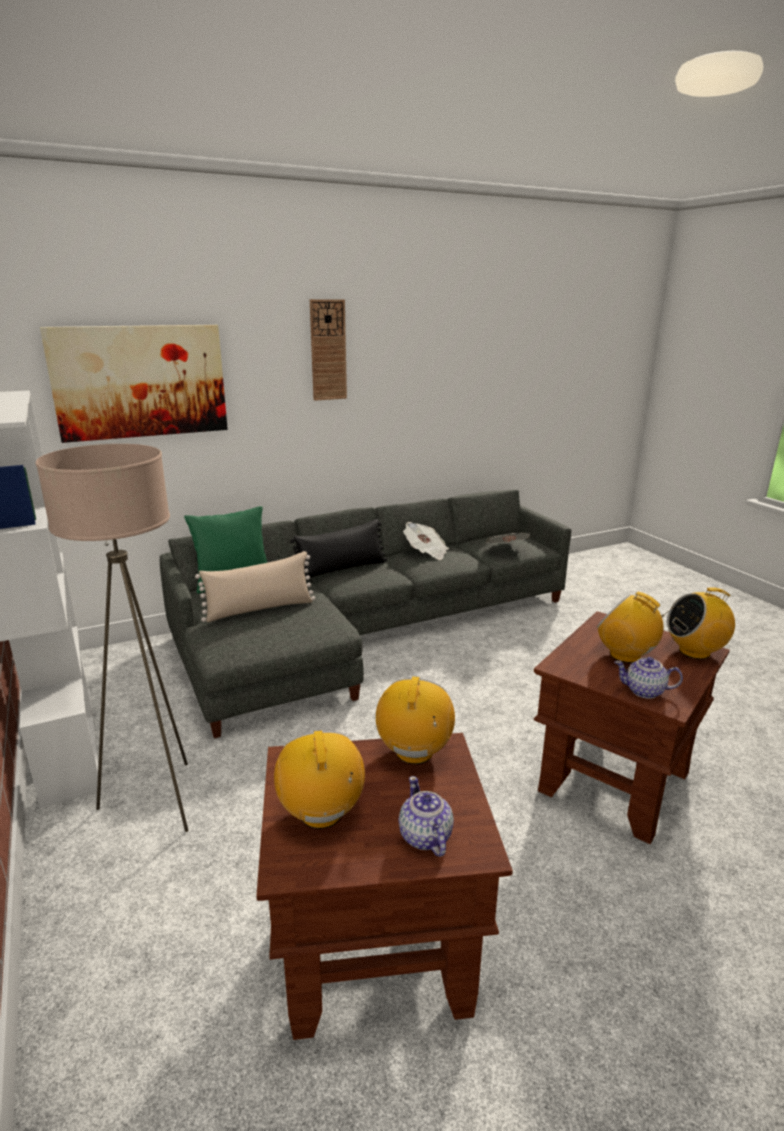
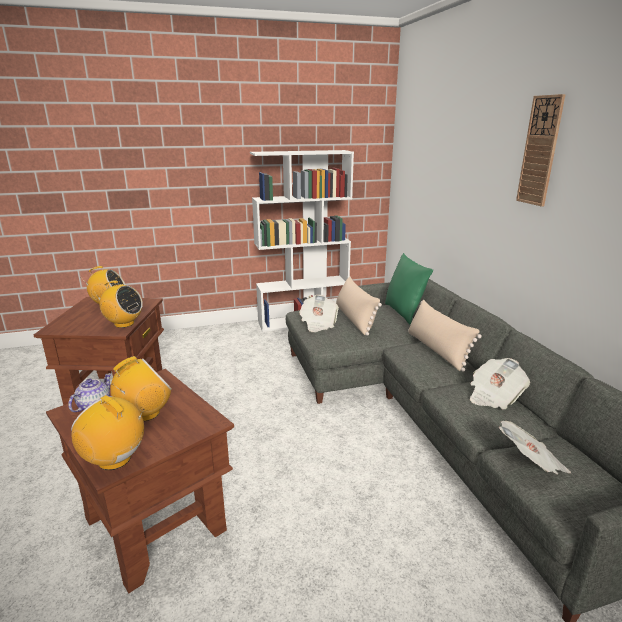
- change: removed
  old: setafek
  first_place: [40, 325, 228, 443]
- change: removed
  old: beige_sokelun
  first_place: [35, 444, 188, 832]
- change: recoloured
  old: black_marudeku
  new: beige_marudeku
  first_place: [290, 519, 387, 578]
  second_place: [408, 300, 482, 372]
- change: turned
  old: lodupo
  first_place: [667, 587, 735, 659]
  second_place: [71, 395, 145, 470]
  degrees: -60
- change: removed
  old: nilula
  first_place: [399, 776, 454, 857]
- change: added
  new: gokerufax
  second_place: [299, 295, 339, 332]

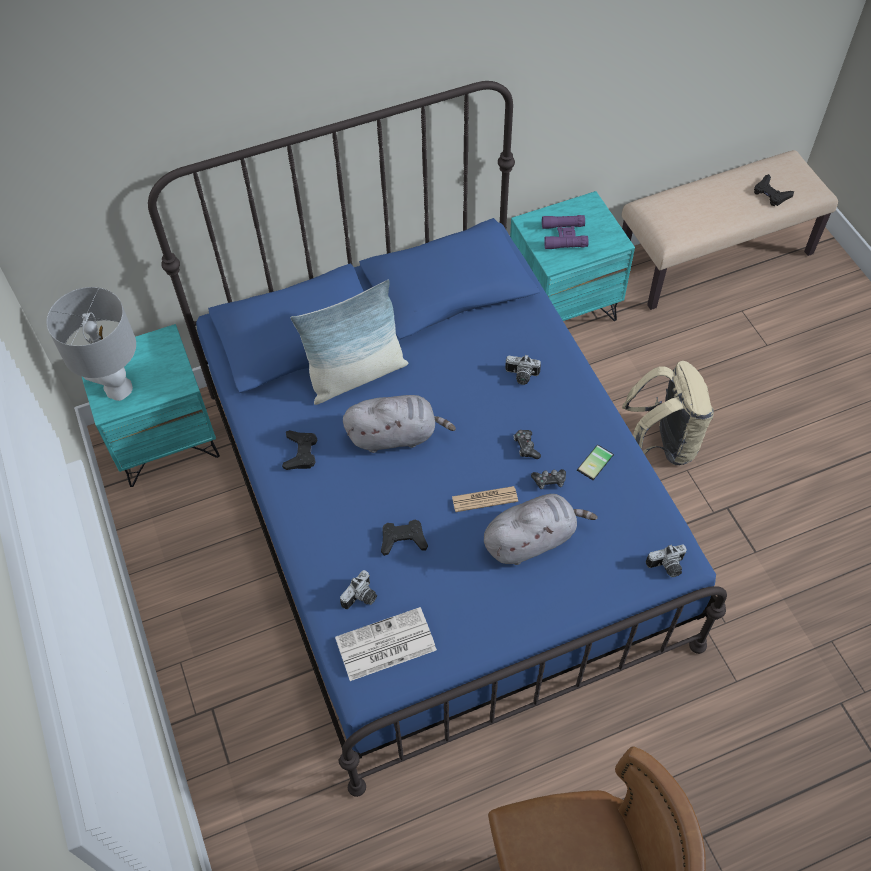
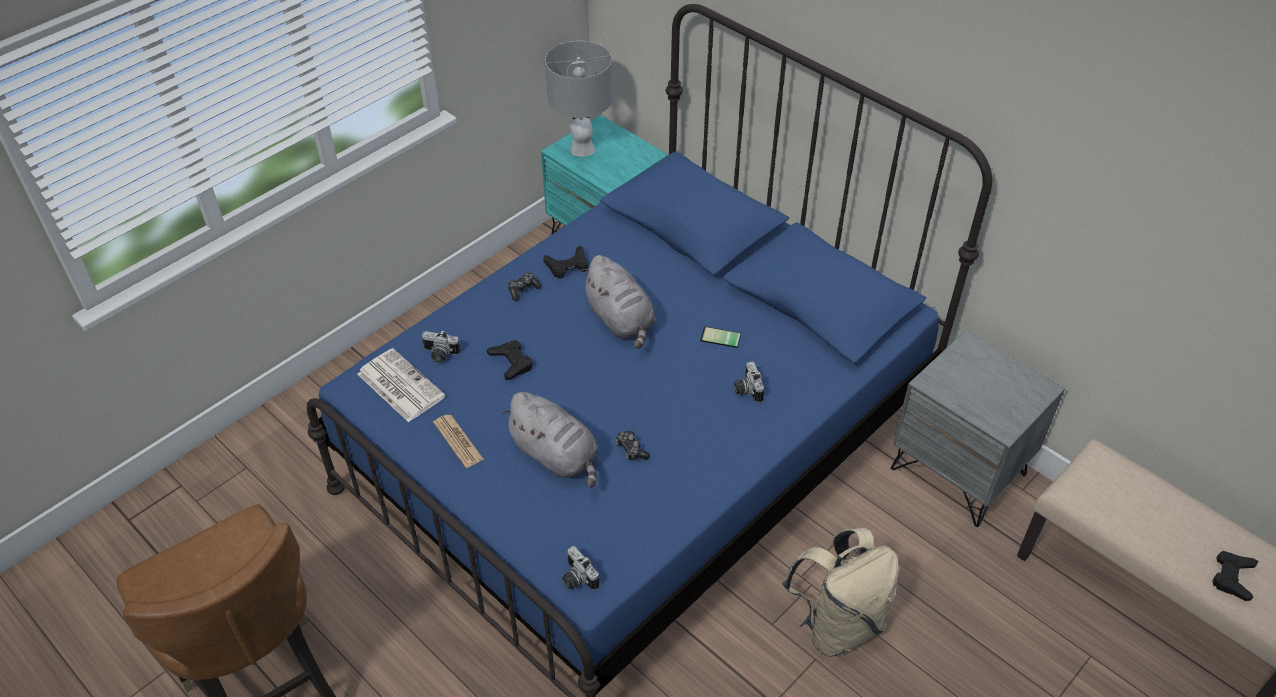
- change: recoloured
  old: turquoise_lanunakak
  new: grey_lanunakak
  first_place: [510, 191, 635, 321]
  second_place: [891, 330, 1065, 527]
- change: removed
  old: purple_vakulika
  first_place: [542, 215, 589, 250]
- change: removed
  old: marudeku
  first_place: [291, 280, 408, 405]
- change: moved
  old: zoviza
  first_place: [514, 430, 541, 459]
  second_place: [508, 273, 542, 301]
- change: moved
  old: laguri
  first_place: [577, 444, 614, 480]
  second_place: [700, 326, 741, 348]
- change: moved
  old: gokerufax
  first_place: [452, 486, 518, 512]
  second_place: [433, 415, 484, 468]

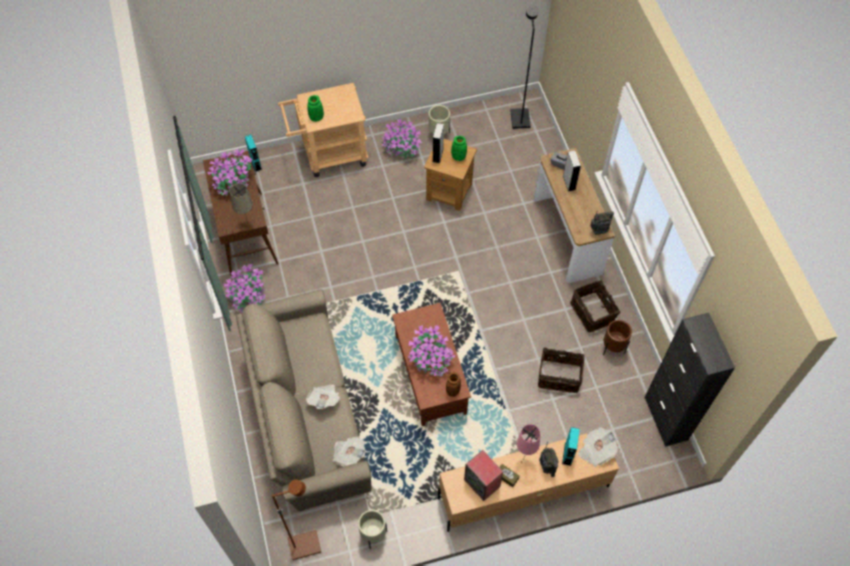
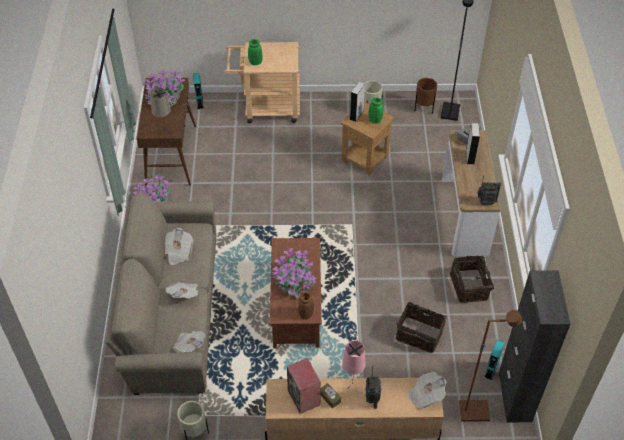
- change: removed
  old: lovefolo
  first_place: [382, 119, 422, 159]
- change: moved
  old: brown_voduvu
  first_place: [603, 320, 632, 355]
  second_place: [414, 78, 437, 114]
- change: moved
  old: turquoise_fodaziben
  first_place: [562, 427, 580, 466]
  second_place: [484, 340, 505, 381]
- change: moved
  old: brown_sokelun
  first_place: [272, 479, 321, 560]
  second_place: [459, 310, 522, 422]
- change: added
  new: gokerufax
  second_place: [165, 228, 194, 265]

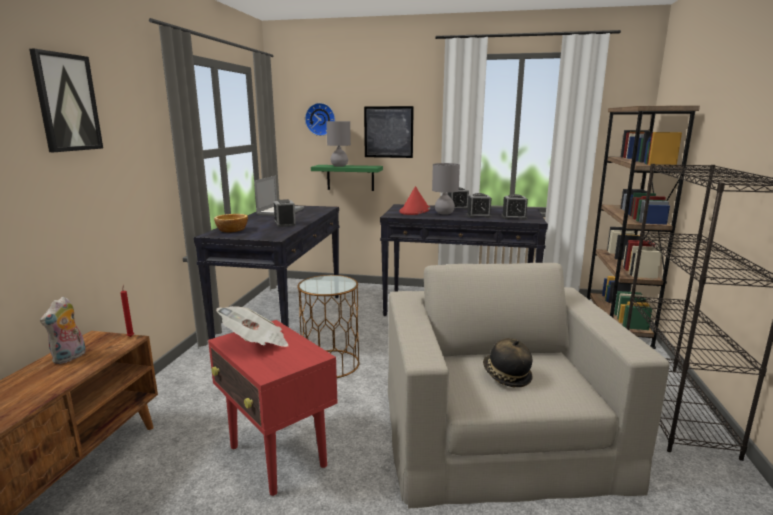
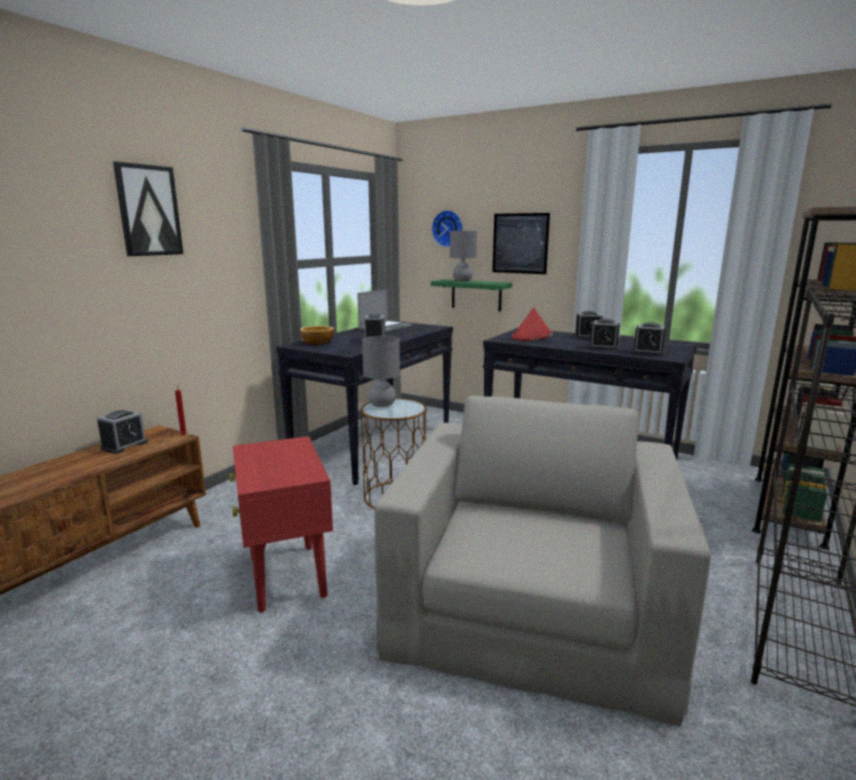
- change: moved
  old: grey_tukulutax
  first_place: [432, 163, 460, 215]
  second_place: [362, 336, 400, 407]
- change: replaced
  old: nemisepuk
  new: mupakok
  first_place: [40, 297, 86, 364]
  second_place: [97, 410, 148, 454]
- change: removed
  old: gokerufax
  first_place: [216, 306, 289, 347]
- change: removed
  old: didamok
  first_place: [483, 338, 533, 387]

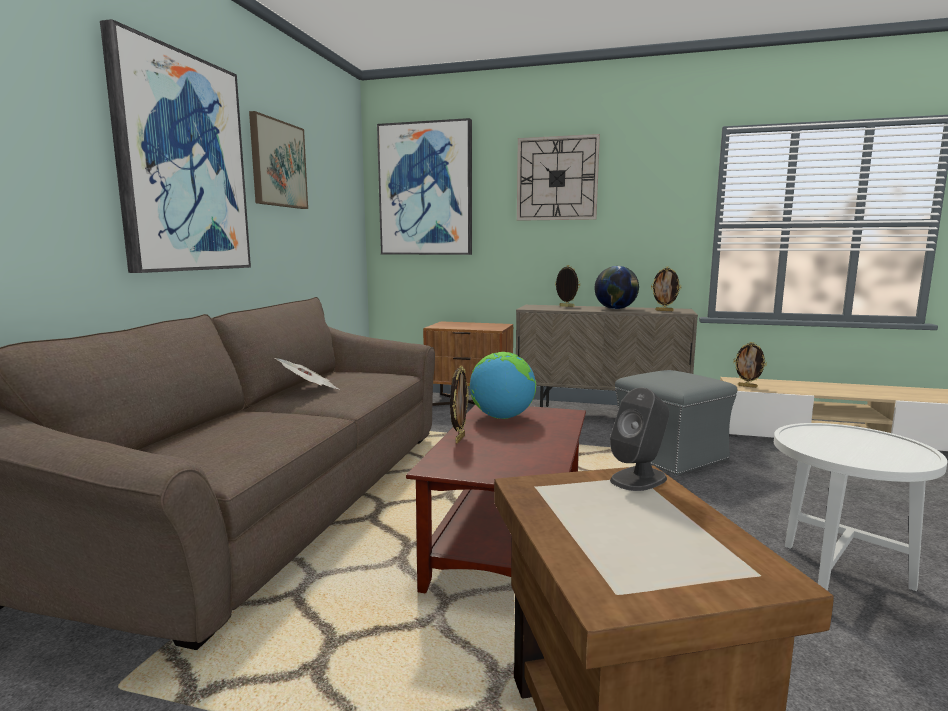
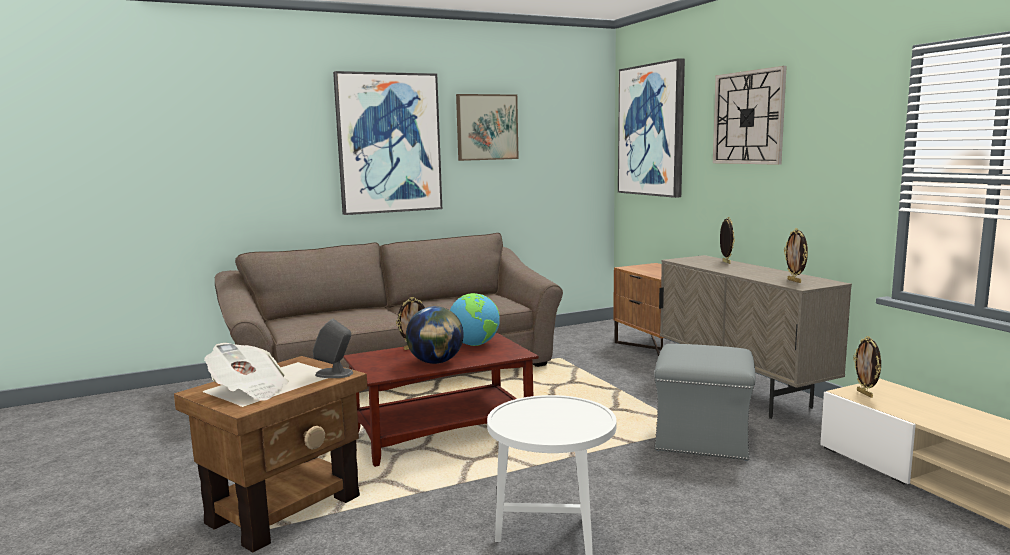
- change: moved
  old: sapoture
  first_place: [595, 266, 639, 309]
  second_place: [406, 306, 464, 364]
- change: moved
  old: gokerufax
  first_place: [275, 358, 341, 390]
  second_place: [204, 343, 289, 401]

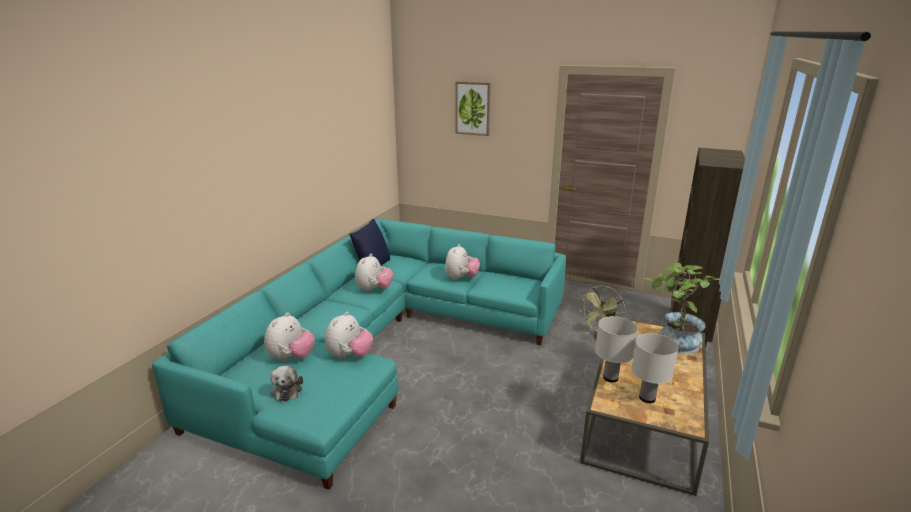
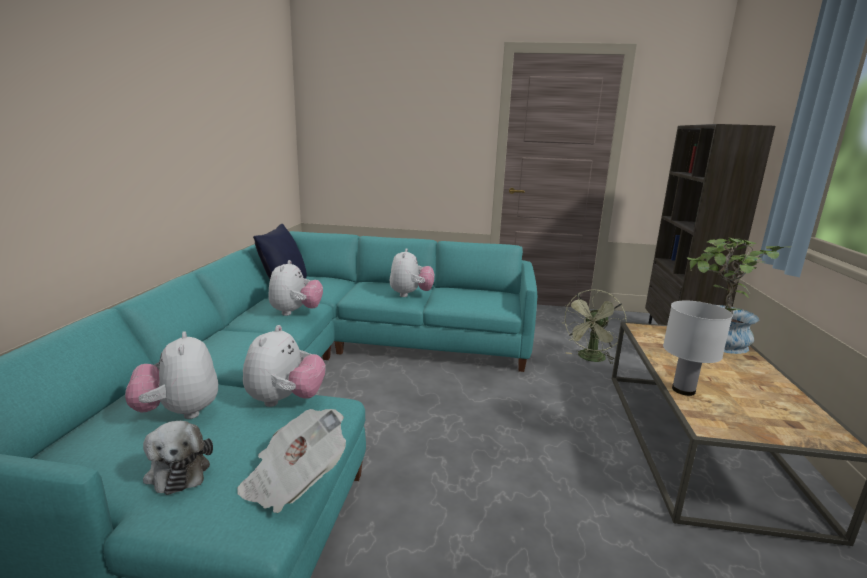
- change: removed
  old: setafek
  first_place: [456, 81, 491, 136]
- change: turned
  old: nemisepuk
  first_place: [264, 312, 315, 361]
  second_place: [125, 331, 218, 419]
  degrees: 150
- change: removed
  old: white_tukulutax
  first_place: [631, 333, 678, 403]
- change: added
  new: gokerufax
  second_place: [237, 409, 346, 513]

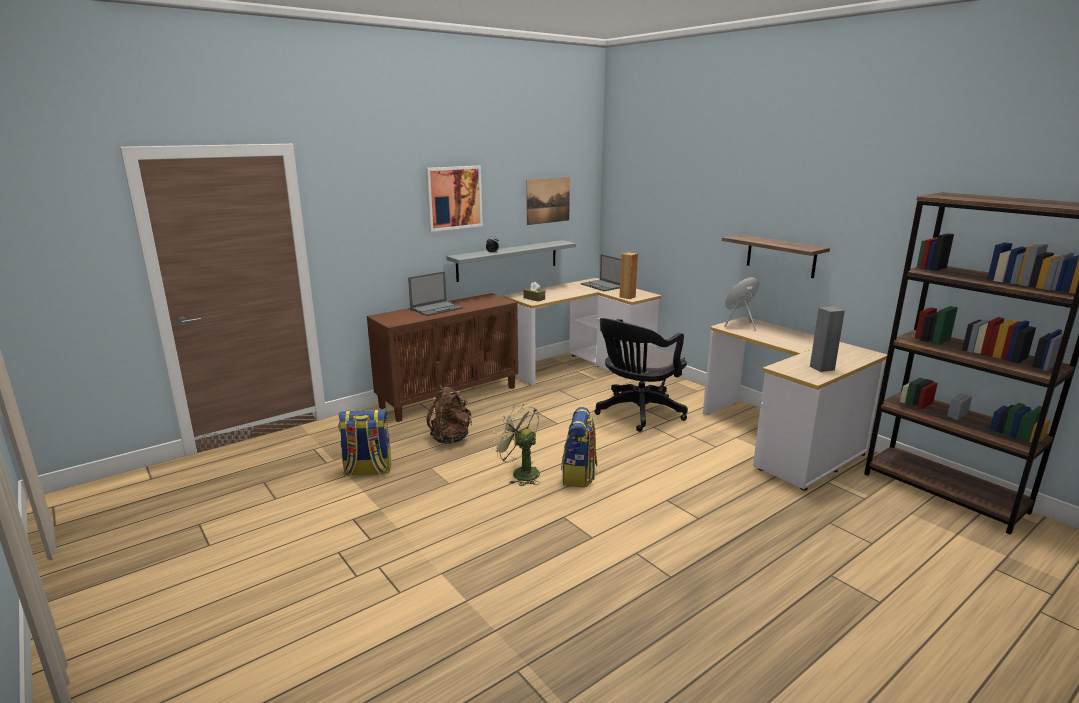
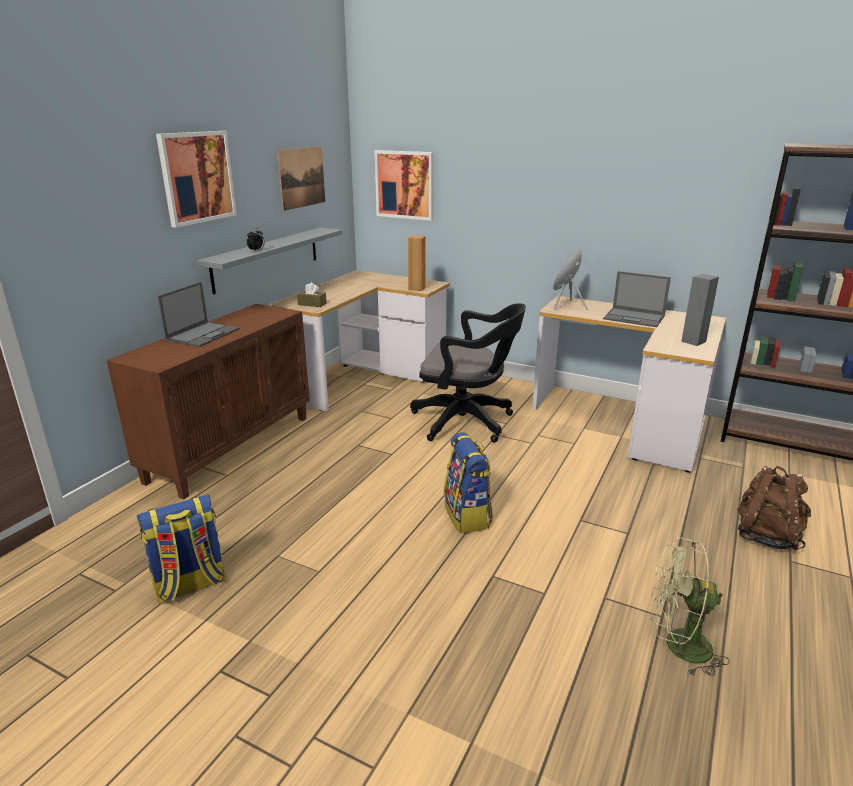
- change: removed
  old: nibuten
  first_place: [722, 234, 830, 278]
- change: moved
  old: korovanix
  first_place: [581, 254, 621, 291]
  second_place: [603, 271, 671, 327]
- change: turned
  old: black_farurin
  first_place: [594, 318, 688, 432]
  second_place: [410, 303, 526, 443]
  degrees: -90
- change: moved
  old: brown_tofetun
  first_place: [426, 384, 472, 444]
  second_place: [737, 466, 811, 551]
- change: moved
  old: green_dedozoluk
  first_place: [492, 404, 540, 486]
  second_place: [651, 537, 730, 677]
- change: added
  new: setafek
  second_place: [374, 150, 434, 221]

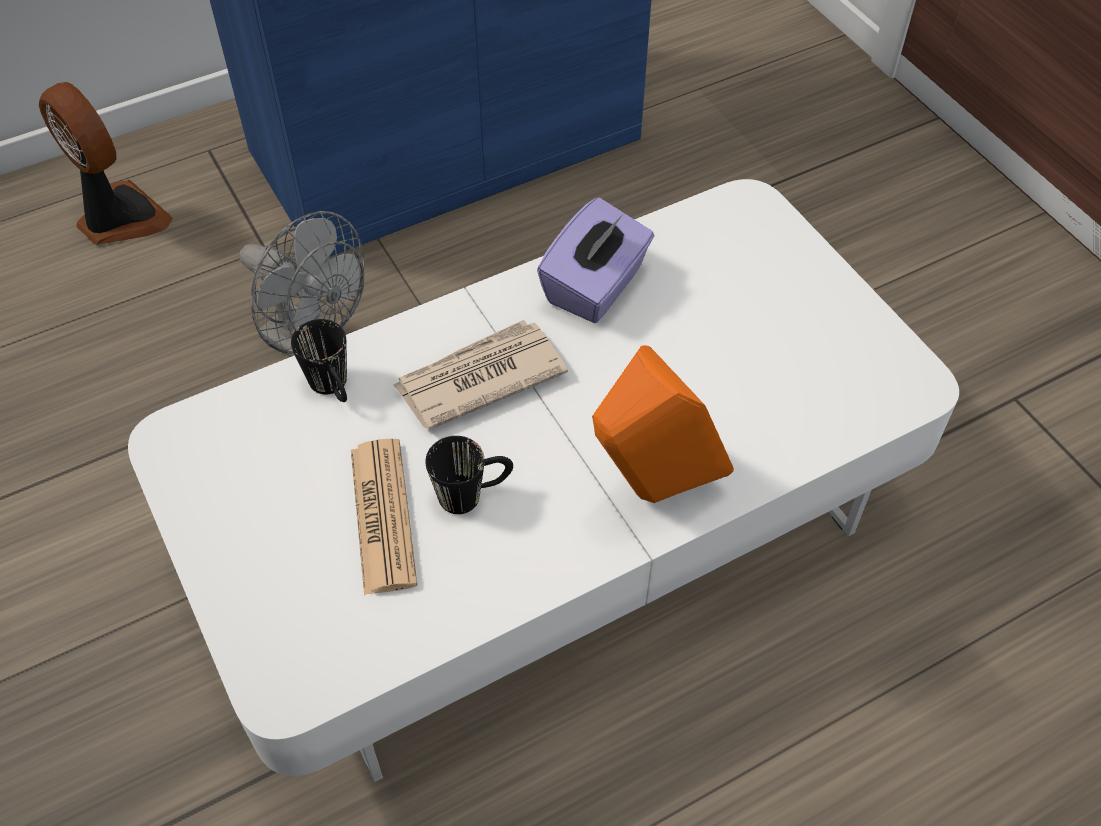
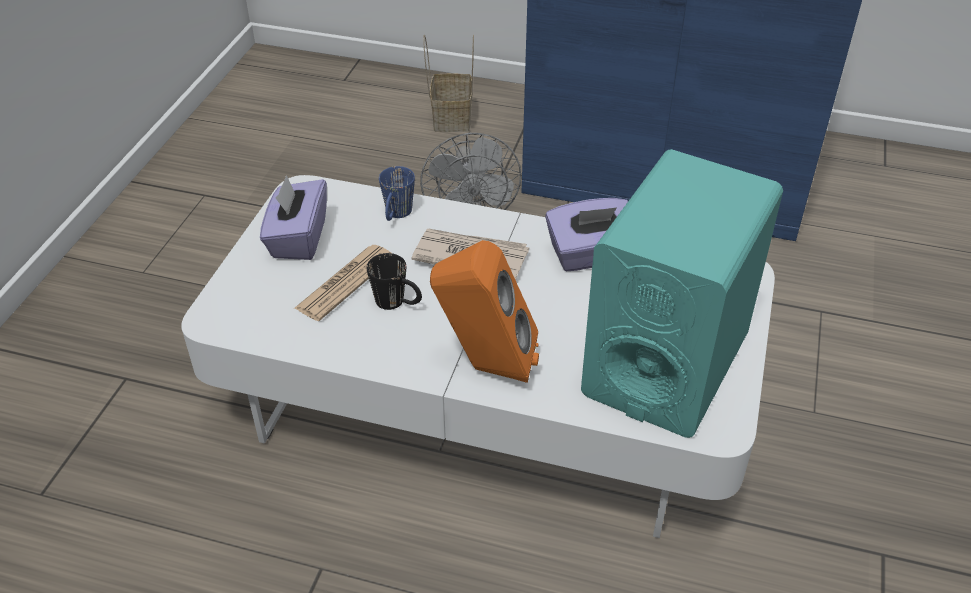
- change: replaced
  old: dedozoluk
  new: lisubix
  first_place: [39, 82, 173, 245]
  second_place: [423, 35, 474, 132]
- change: recoloured
  old: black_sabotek
  new: blue_sabotek
  first_place: [291, 319, 347, 402]
  second_place: [379, 166, 415, 221]
- change: added
  new: turquoise_fodaziben
  second_place: [581, 149, 783, 438]
- change: added
  new: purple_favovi
  second_place: [260, 175, 327, 260]

